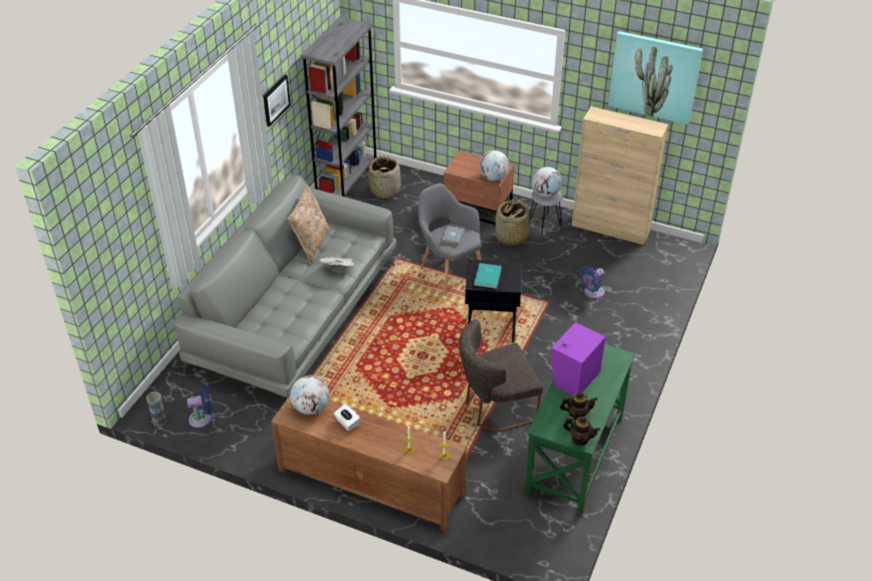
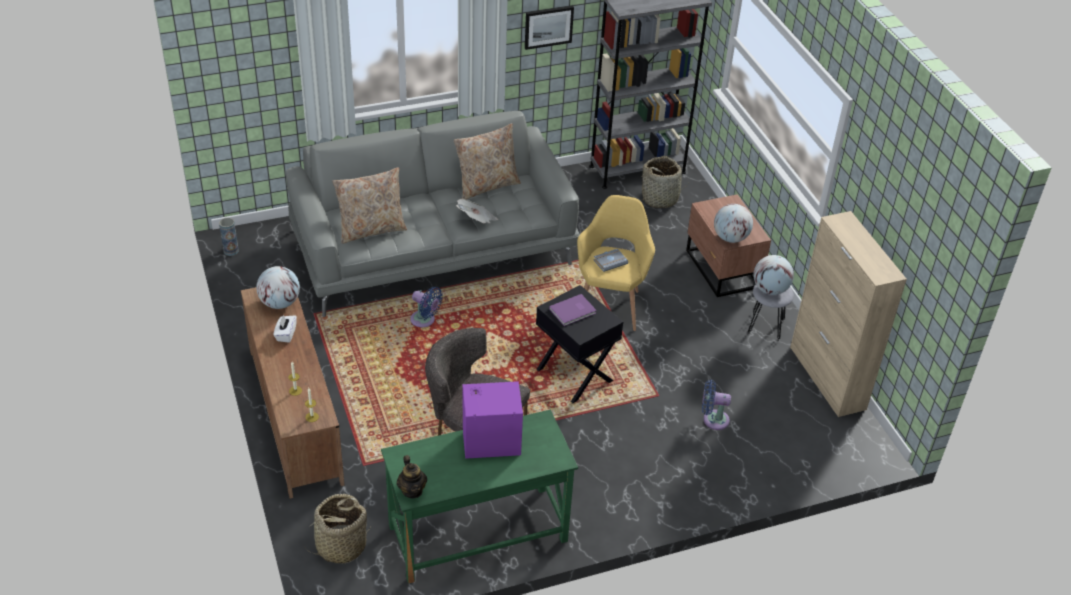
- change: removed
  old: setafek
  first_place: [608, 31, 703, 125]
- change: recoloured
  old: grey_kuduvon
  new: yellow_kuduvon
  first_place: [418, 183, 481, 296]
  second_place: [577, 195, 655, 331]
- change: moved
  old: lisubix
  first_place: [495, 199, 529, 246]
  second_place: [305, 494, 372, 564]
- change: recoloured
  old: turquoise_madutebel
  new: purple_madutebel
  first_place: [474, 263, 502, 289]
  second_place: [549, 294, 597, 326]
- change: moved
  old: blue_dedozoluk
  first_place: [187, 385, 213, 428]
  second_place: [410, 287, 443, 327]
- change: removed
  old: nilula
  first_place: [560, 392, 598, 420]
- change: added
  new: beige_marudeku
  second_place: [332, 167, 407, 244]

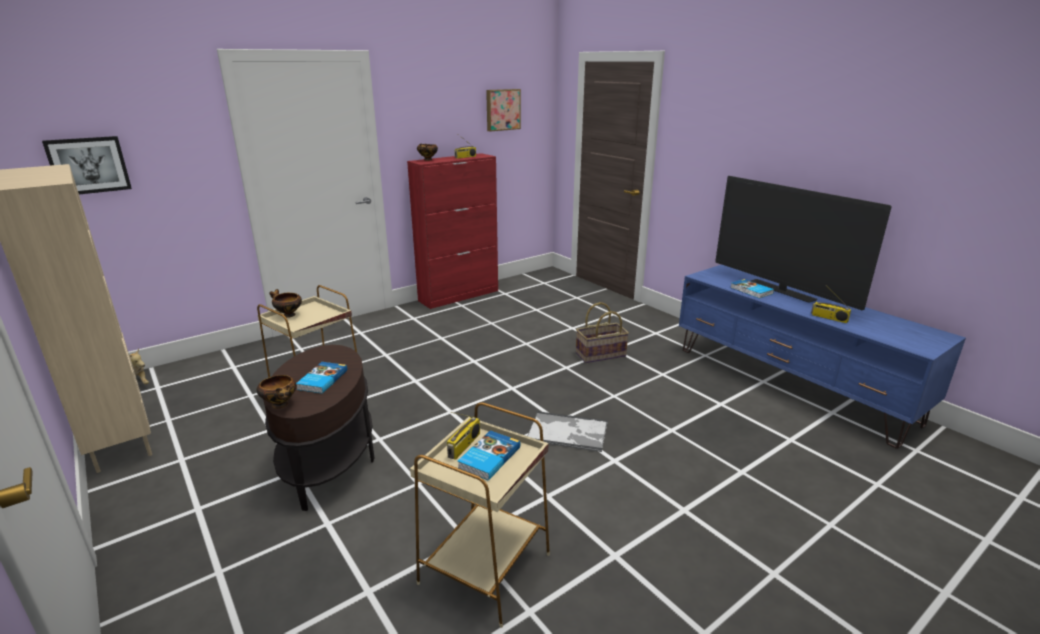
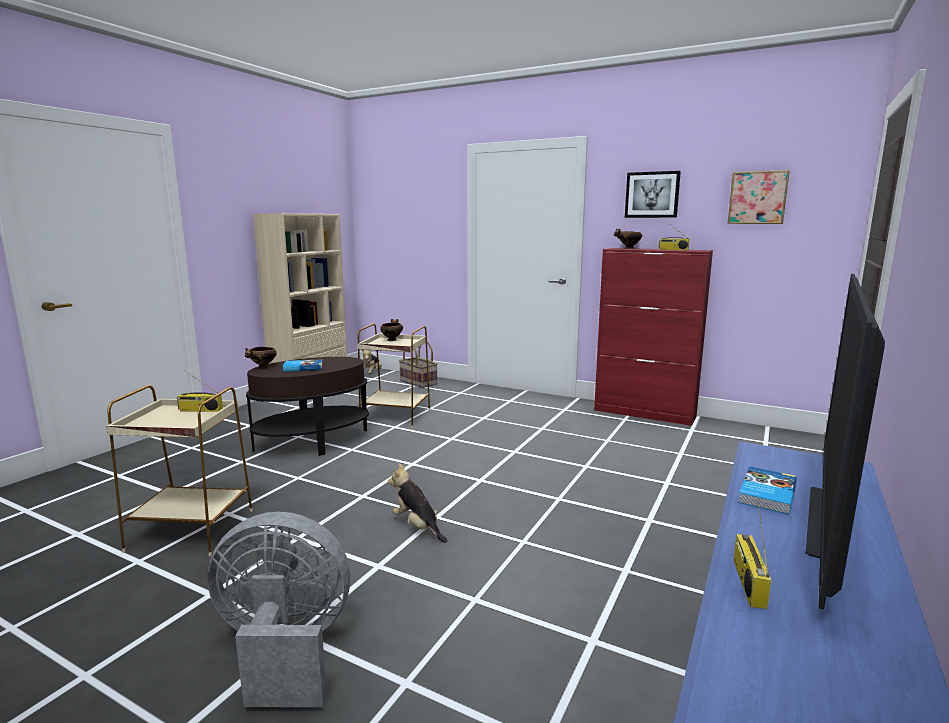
- change: moved
  old: setafek
  first_place: [42, 136, 132, 194]
  second_place: [625, 171, 681, 218]
- change: moved
  old: lisubix
  first_place: [576, 302, 629, 363]
  second_place: [399, 341, 438, 388]
- change: replaced
  old: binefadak
  new: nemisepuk
  first_place: [528, 411, 608, 452]
  second_place: [388, 463, 447, 543]
- change: removed
  old: madutebel
  first_place: [458, 430, 520, 480]
- change: added
  new: grey_dedozoluk
  second_place: [207, 512, 350, 707]

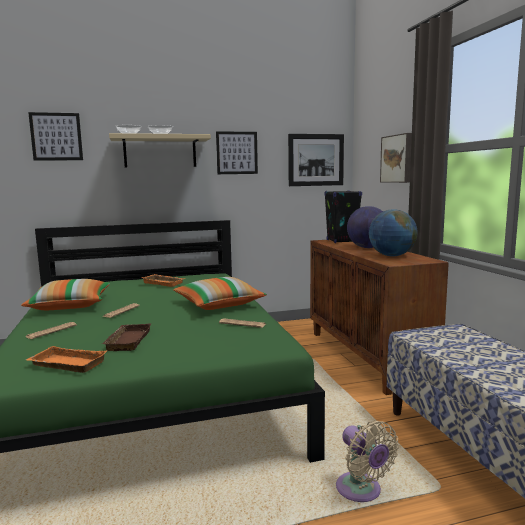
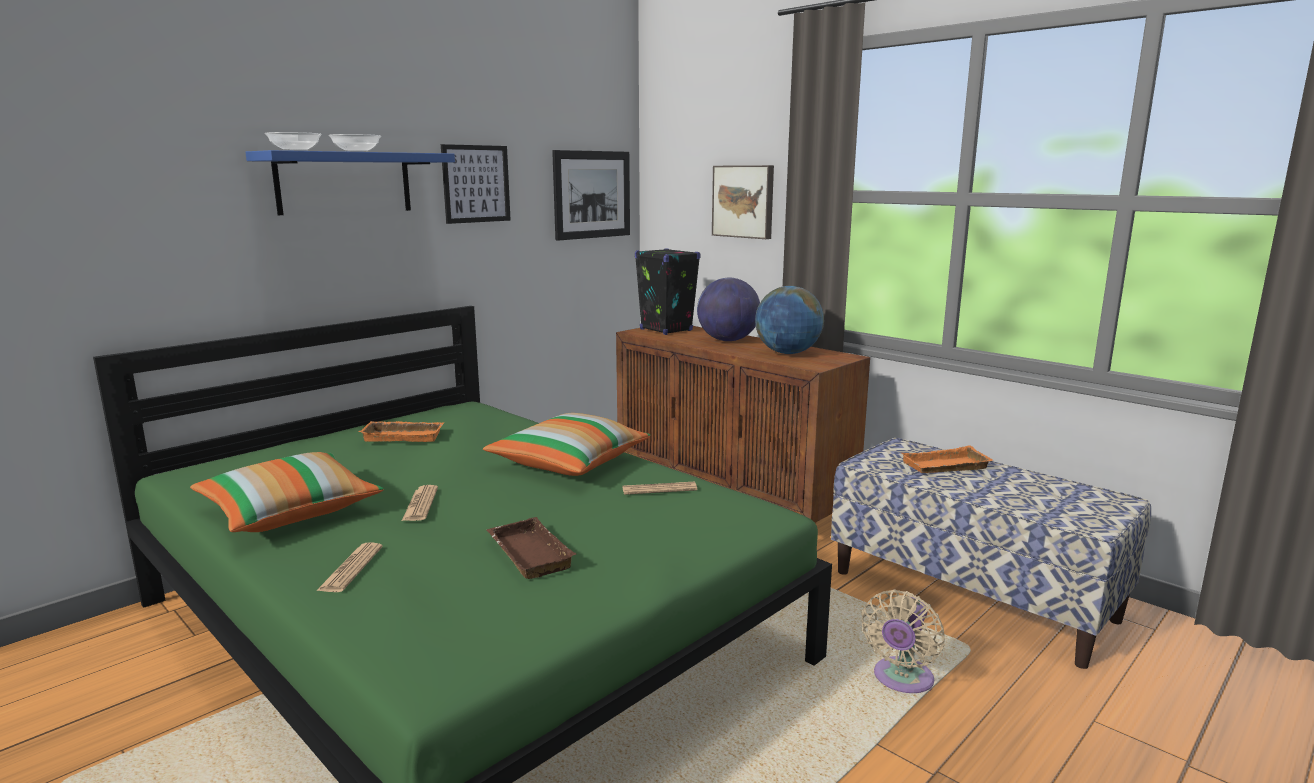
- change: removed
  old: setafek
  first_place: [28, 112, 83, 161]
- change: recoloured
  old: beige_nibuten
  new: blue_nibuten
  first_place: [109, 133, 211, 168]
  second_place: [245, 150, 455, 215]
- change: moved
  old: orange_binefadak
  first_place: [26, 346, 107, 373]
  second_place: [902, 445, 993, 473]
- change: turned
  old: beige_dedozoluk
  first_place: [336, 421, 399, 502]
  second_place: [861, 590, 945, 693]
  degrees: 90

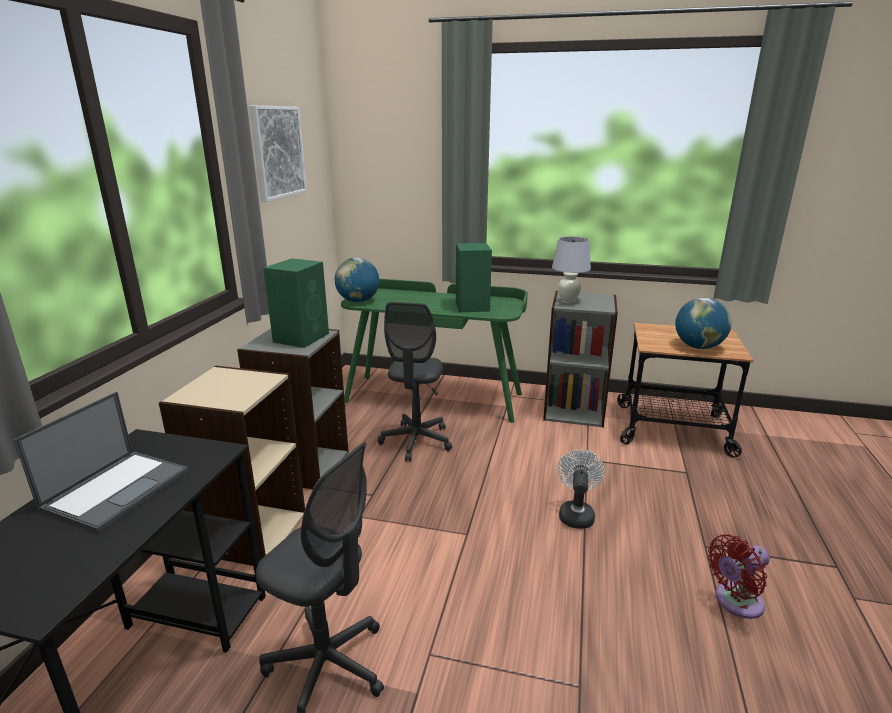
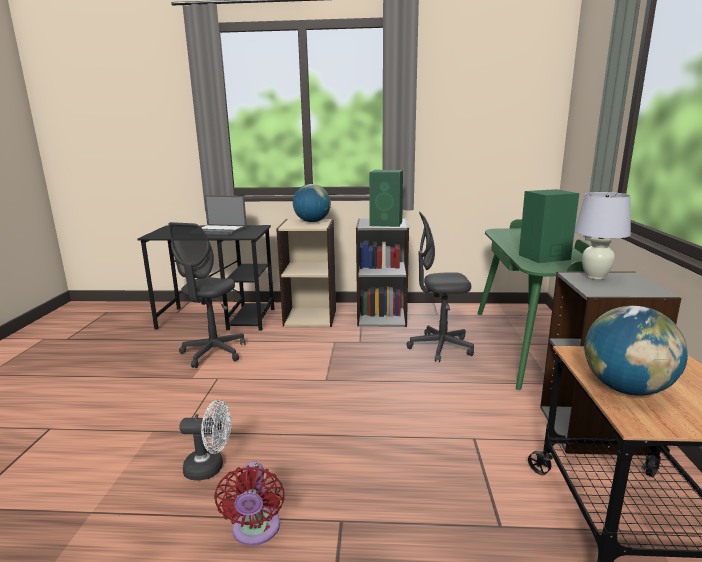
- change: removed
  old: setafek
  first_place: [249, 105, 307, 202]
- change: moved
  old: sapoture
  first_place: [335, 258, 379, 302]
  second_place: [293, 184, 331, 222]
- change: moved
  old: white_dedozoluk
  first_place: [557, 450, 605, 529]
  second_place: [179, 400, 231, 481]
- change: turned
  old: red_dedozoluk
  first_place: [708, 534, 770, 619]
  second_place: [214, 461, 285, 546]
  degrees: -150

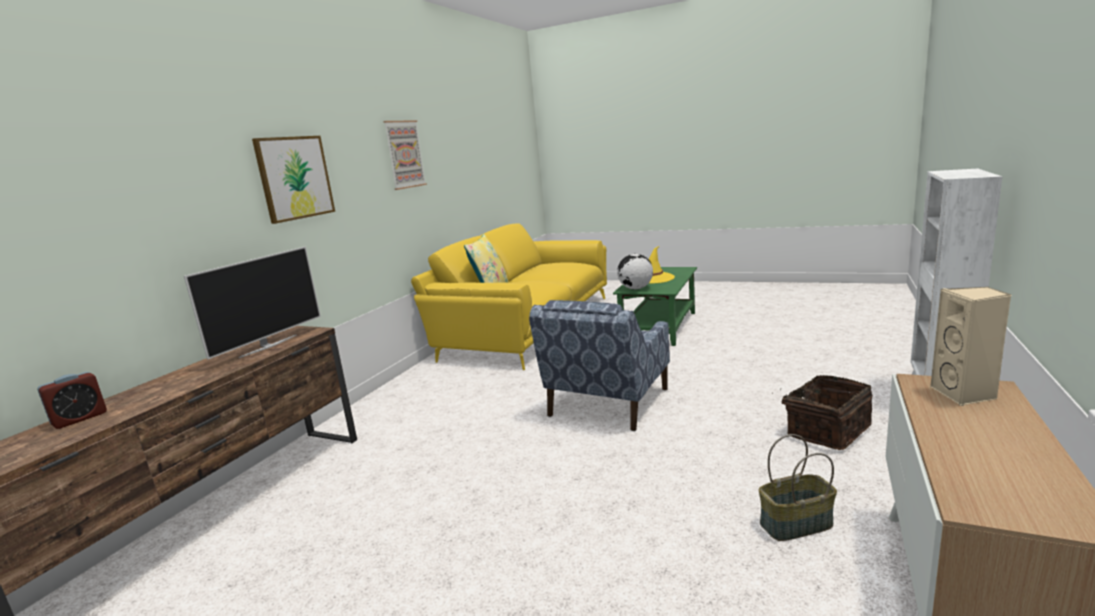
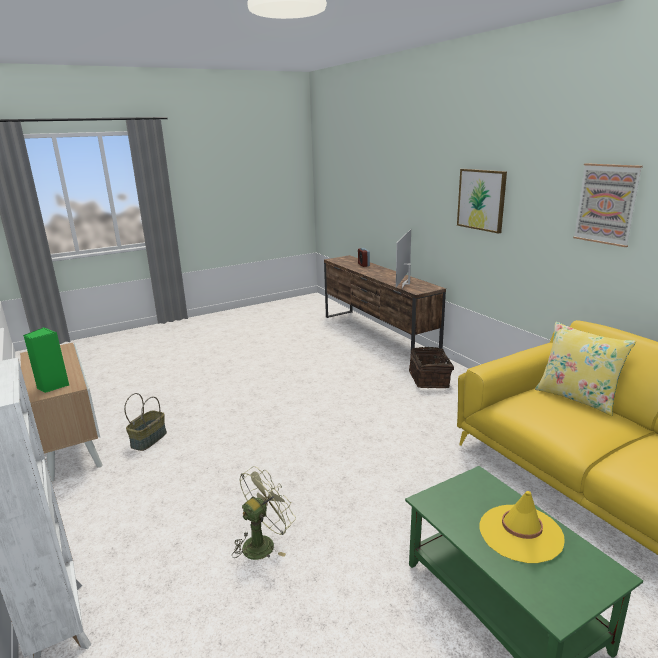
- change: turned
  old: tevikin
  first_place: [184, 246, 321, 359]
  second_place: [396, 229, 411, 288]
  degrees: 45
- change: removed
  old: sapoture
  first_place: [617, 254, 653, 290]
- change: recoloured
  old: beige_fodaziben
  new: green_fodaziben
  first_place: [930, 287, 1011, 406]
  second_place: [23, 327, 69, 393]
- change: removed
  old: blue_kuduvon
  first_place: [529, 300, 670, 431]
- change: moved
  old: lisubix
  first_place: [772, 375, 873, 450]
  second_place: [409, 347, 454, 388]
- change: added
  new: green_dedozoluk
  second_place: [232, 466, 296, 560]

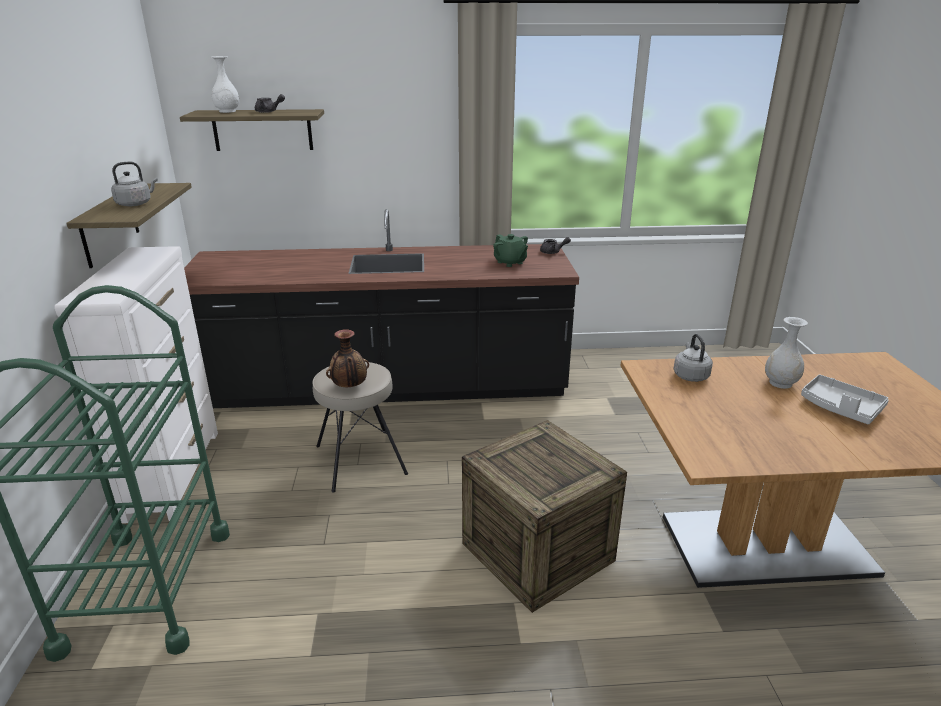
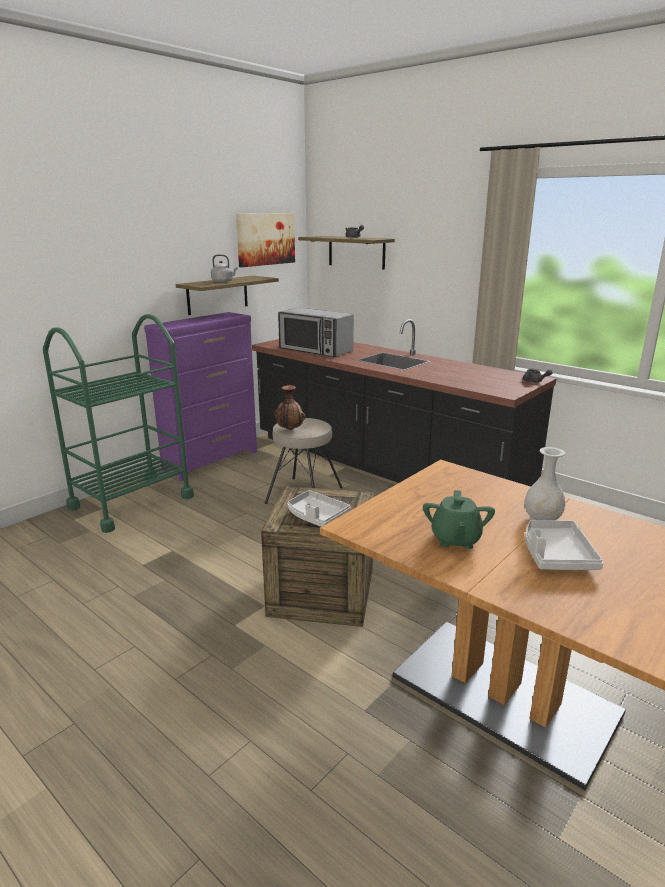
- change: removed
  old: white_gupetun
  first_place: [211, 56, 239, 113]
- change: moved
  old: green_nilula
  first_place: [493, 234, 528, 267]
  second_place: [423, 490, 495, 549]
- change: recoloured
  old: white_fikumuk
  new: purple_fikumuk
  first_place: [54, 246, 218, 523]
  second_place: [144, 312, 257, 481]
- change: removed
  old: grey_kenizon
  first_place: [673, 334, 713, 382]
- change: added
  new: setafek
  second_place: [236, 213, 295, 267]
- change: added
  new: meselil
  second_place: [278, 308, 354, 357]
- change: added
  new: grey_binefadak
  second_place: [287, 490, 351, 527]

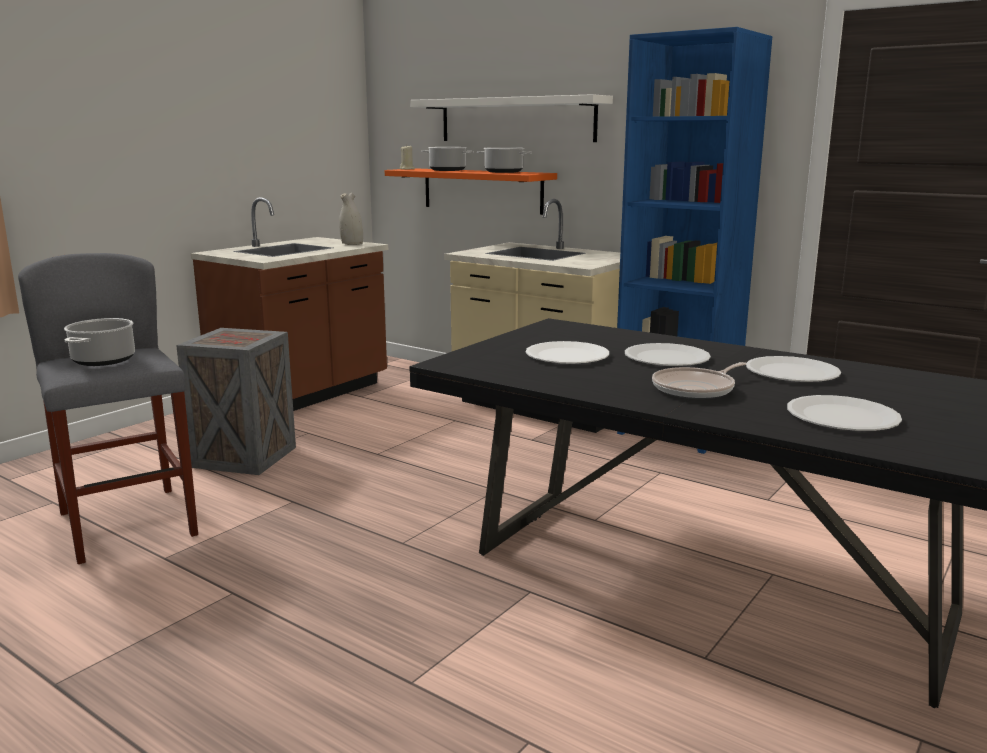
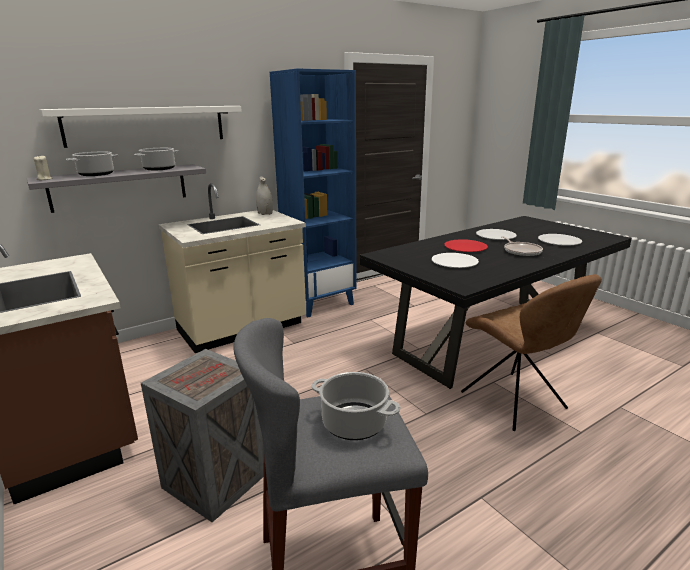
- change: recoloured
  old: orange_nibuten
  new: grey_nibuten
  first_place: [385, 168, 557, 215]
  second_place: [26, 164, 206, 213]
- change: moved
  old: white_gupetun
  first_place: [339, 193, 363, 245]
  second_place: [256, 177, 273, 215]
- change: recoloured
  old: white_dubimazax
  new: red_dubimazax
  first_place: [625, 343, 711, 366]
  second_place: [444, 239, 488, 252]
- change: added
  new: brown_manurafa
  second_place: [461, 274, 602, 431]

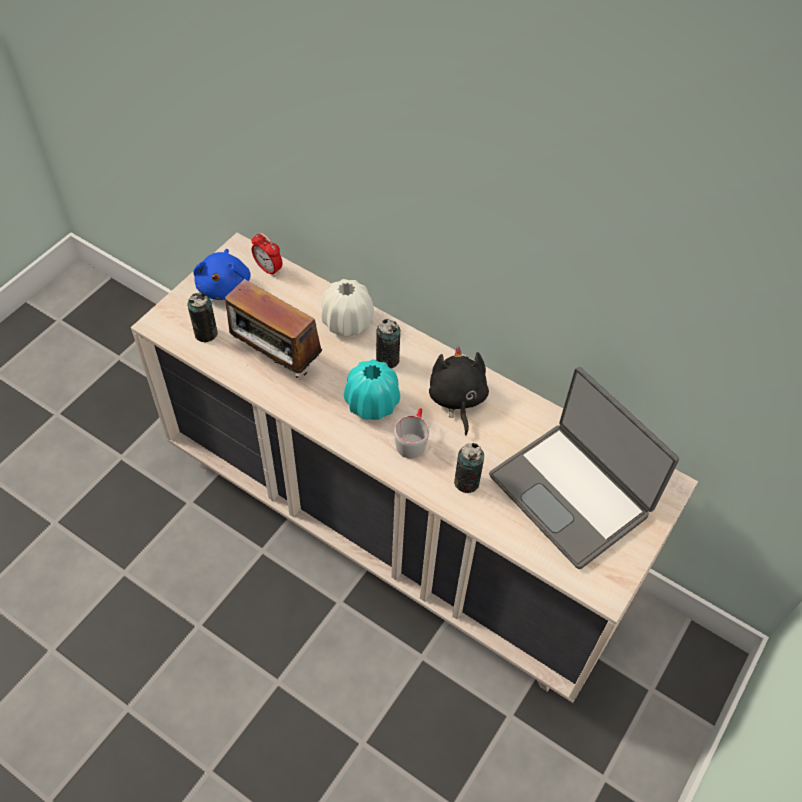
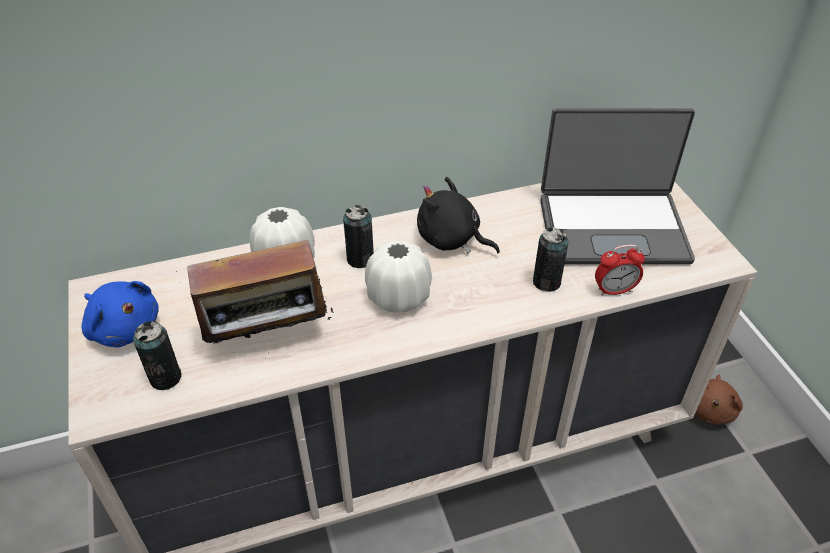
- change: moved
  old: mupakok
  first_place: [252, 233, 283, 277]
  second_place: [595, 245, 645, 296]
- change: recoloured
  old: turquoise_gupetun
  new: white_gupetun
  first_place: [344, 359, 400, 420]
  second_place: [365, 241, 432, 313]
- change: removed
  old: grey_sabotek
  first_place: [394, 408, 429, 459]
- change: added
  new: brown_nemisepuk
  second_place: [695, 375, 743, 425]

